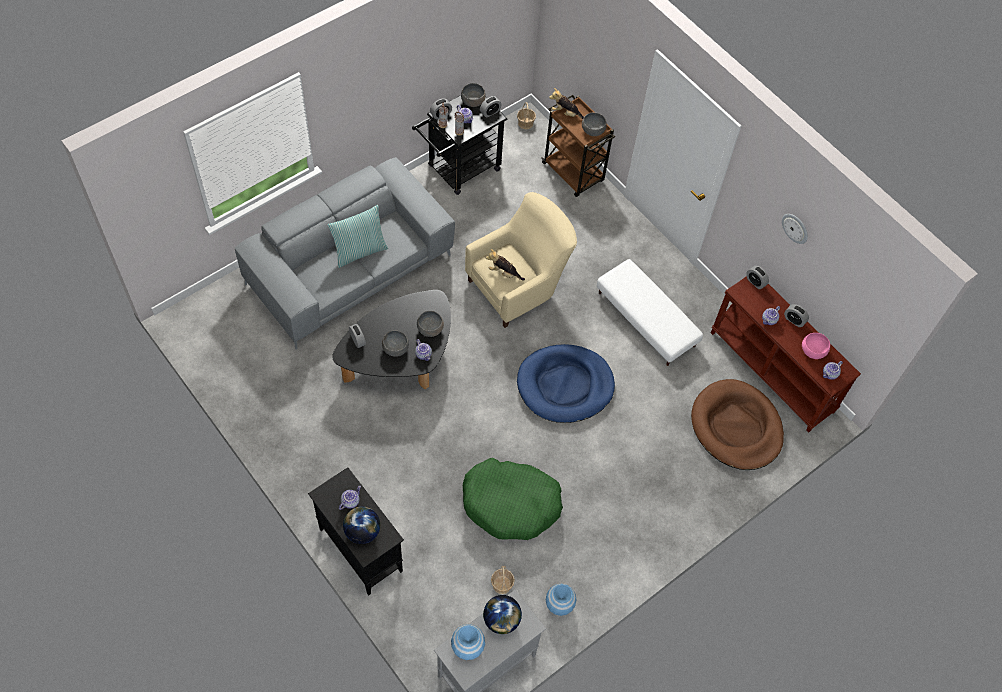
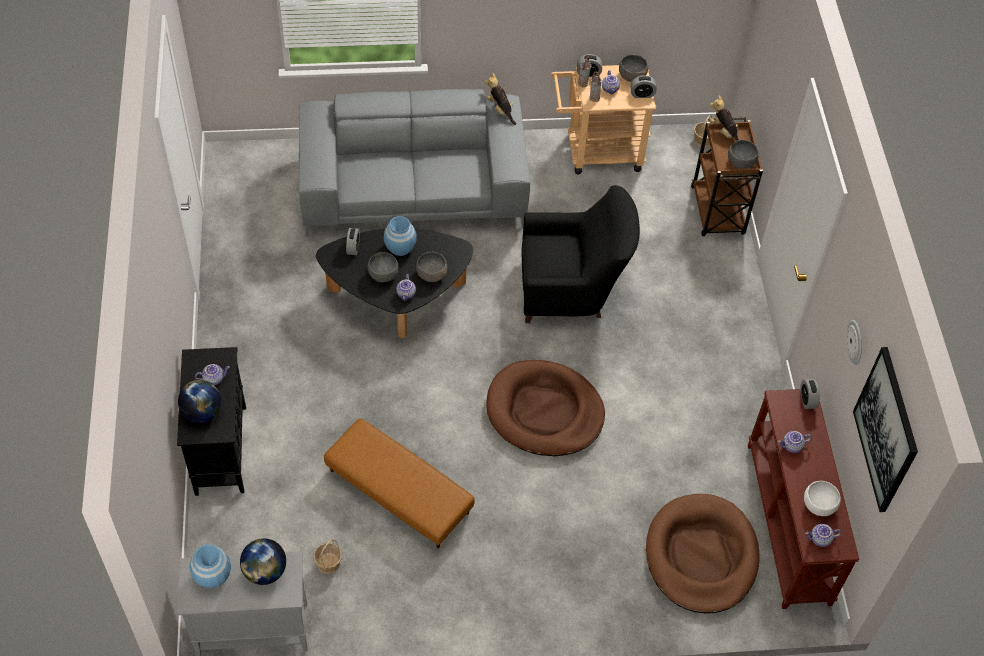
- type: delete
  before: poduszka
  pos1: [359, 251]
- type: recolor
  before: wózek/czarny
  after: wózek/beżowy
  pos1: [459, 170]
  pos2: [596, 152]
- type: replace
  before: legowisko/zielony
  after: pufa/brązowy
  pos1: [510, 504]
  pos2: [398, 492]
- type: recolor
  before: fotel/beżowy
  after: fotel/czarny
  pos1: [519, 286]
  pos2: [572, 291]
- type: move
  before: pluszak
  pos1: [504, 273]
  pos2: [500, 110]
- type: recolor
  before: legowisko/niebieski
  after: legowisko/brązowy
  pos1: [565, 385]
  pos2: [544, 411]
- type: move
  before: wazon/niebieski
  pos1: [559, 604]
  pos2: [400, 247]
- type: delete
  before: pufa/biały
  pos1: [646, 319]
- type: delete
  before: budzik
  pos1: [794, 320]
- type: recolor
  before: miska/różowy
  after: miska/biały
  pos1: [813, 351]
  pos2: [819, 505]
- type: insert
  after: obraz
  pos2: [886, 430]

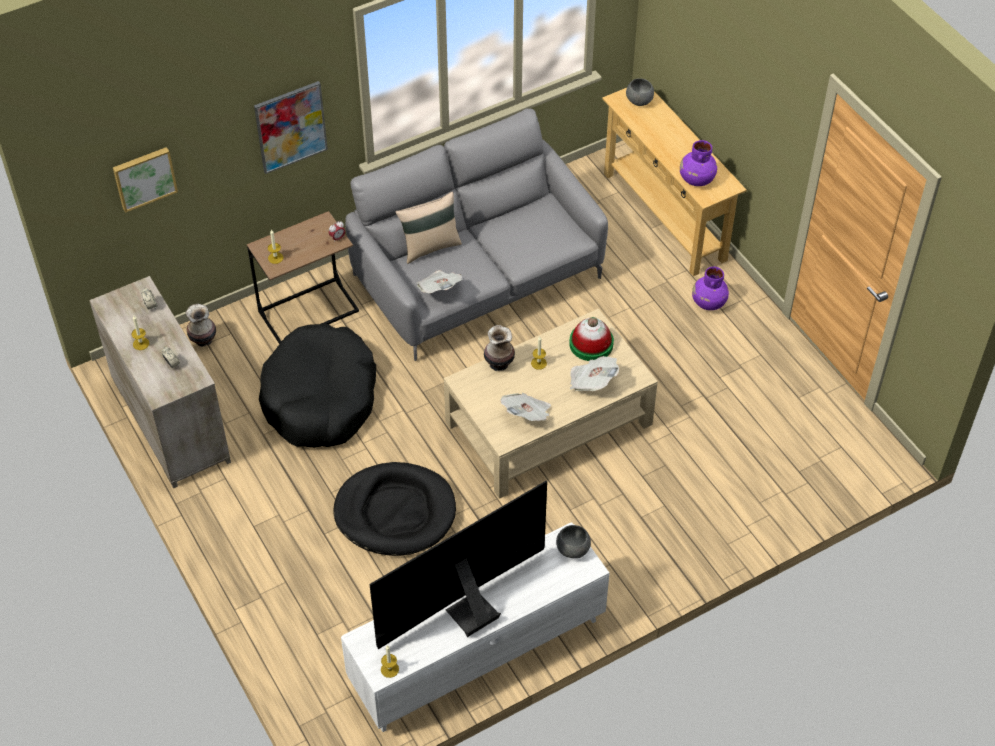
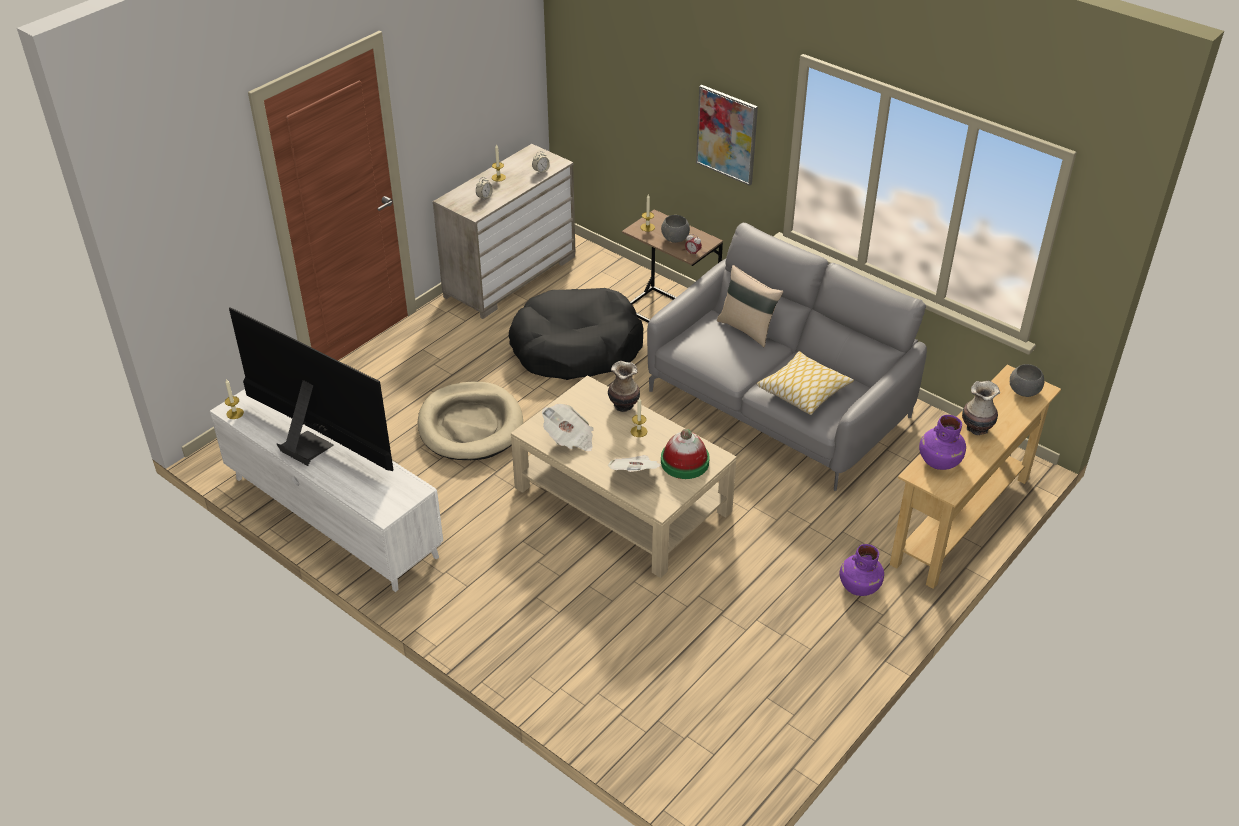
- type: delete
  before: obraz
  pos1: [144, 177]
- type: move
  before: wazon
  pos1: [204, 340]
  pos2: [977, 428]
- type: recolor
  before: legowisko/czarny
  after: legowisko/beżowy
  pos1: [395, 512]
  pos2: [470, 425]
- type: delete
  before: gazeta
  pos1: [439, 289]
- type: move
  before: miska/szary
  pos1: [572, 550]
  pos2: [674, 239]
- type: insert
  after: poduszka
  pos2: [803, 391]

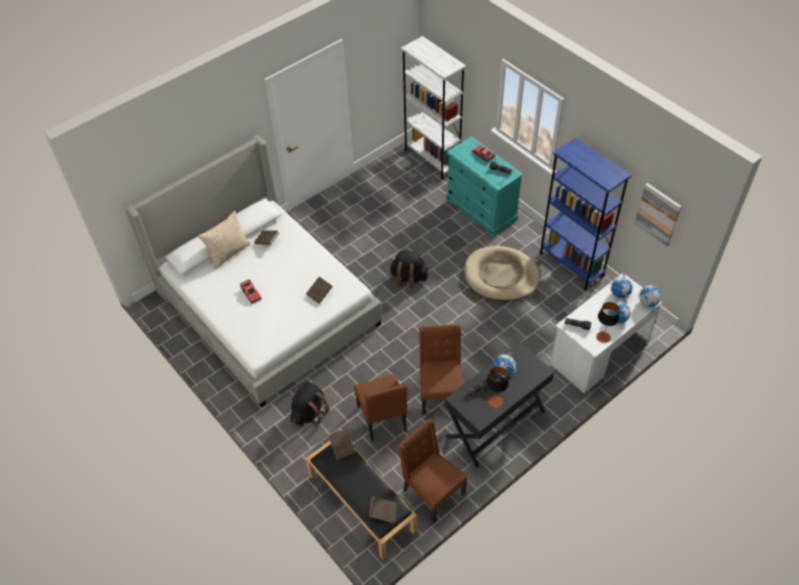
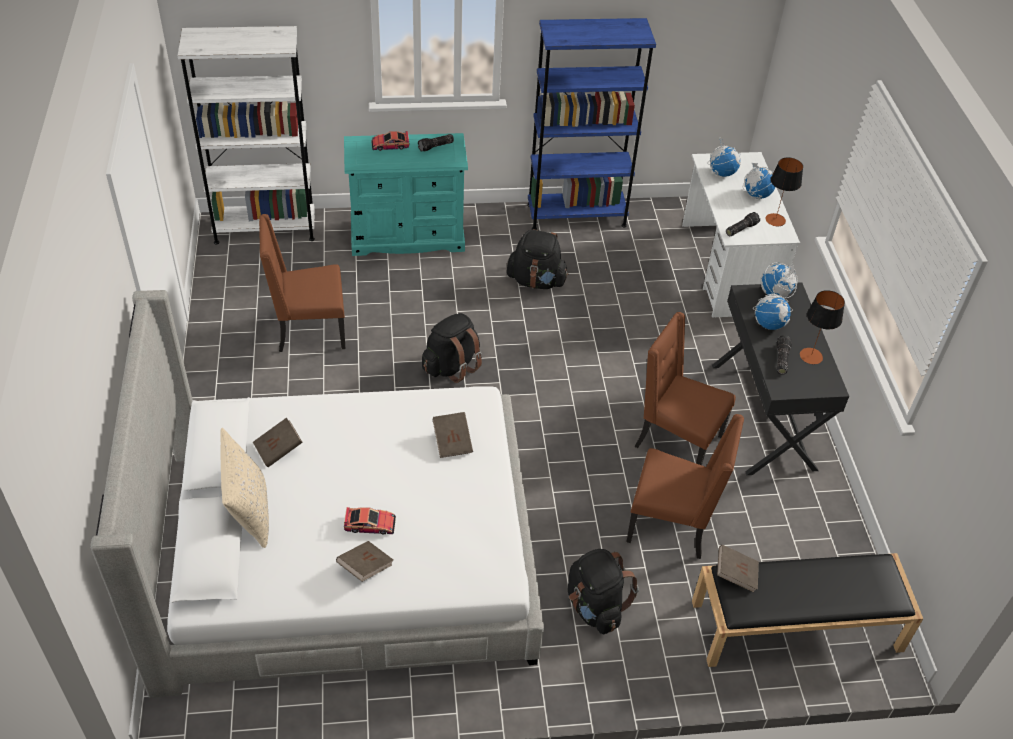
- type: move
  before: książka/brązowy
  pos1: [383, 512]
  pos2: [365, 567]
- type: move
  before: krzesło/brązowy
  pos1: [431, 492]
  pos2: [309, 331]
- type: replace
  before: legowisko/beżowy
  after: plecak/czarny
  pos1: [501, 276]
  pos2: [536, 281]
- type: delete
  before: obraz
  pos1: [658, 214]
- type: move
  before: globus
  pos1: [648, 303]
  pos2: [775, 294]

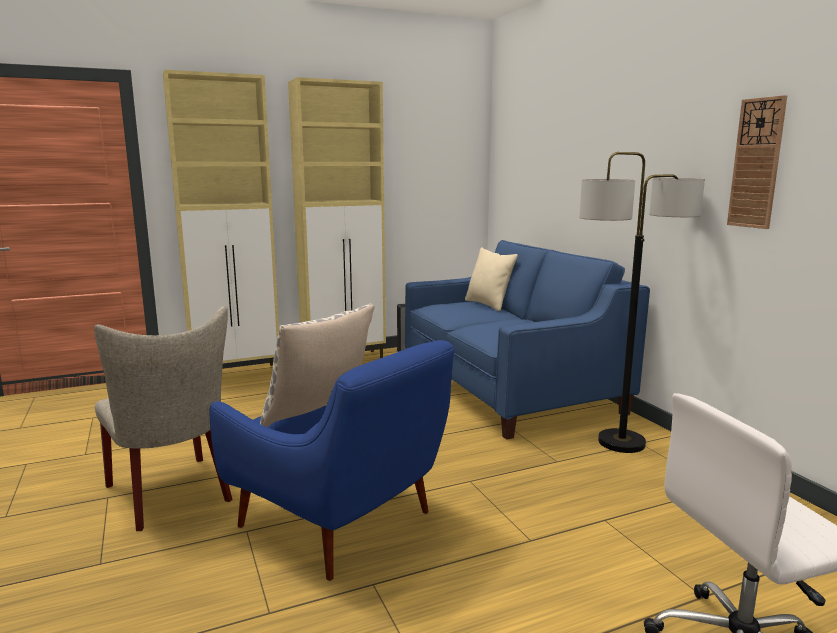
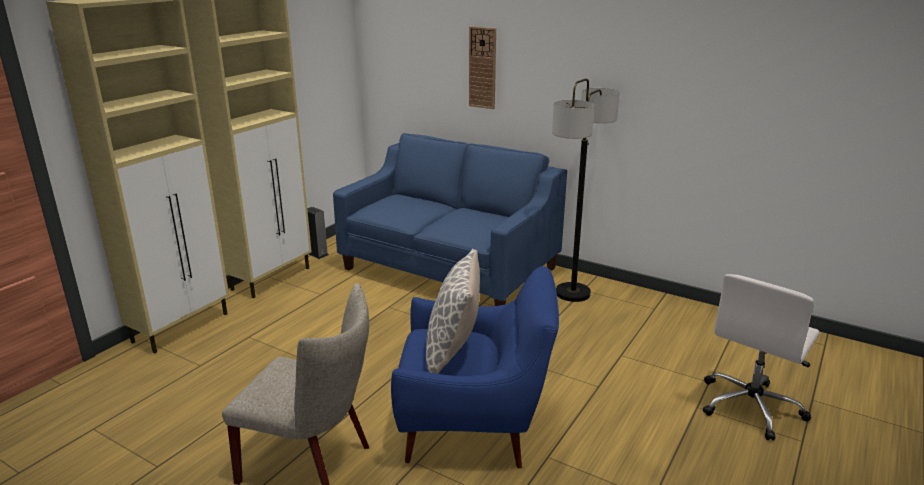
- type: delete
  before: poduszka/beżowy
  pos1: [488, 305]
- type: move
  before: zegar ścienny
  pos1: [756, 163]
  pos2: [482, 68]

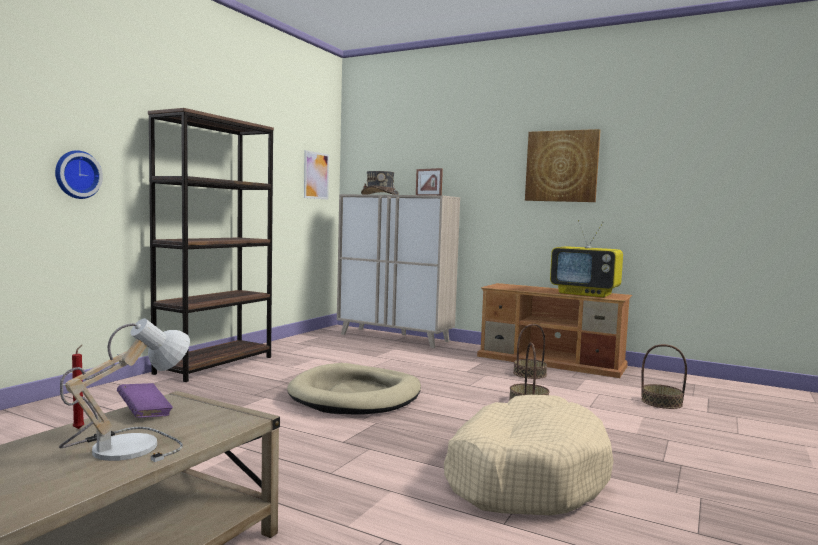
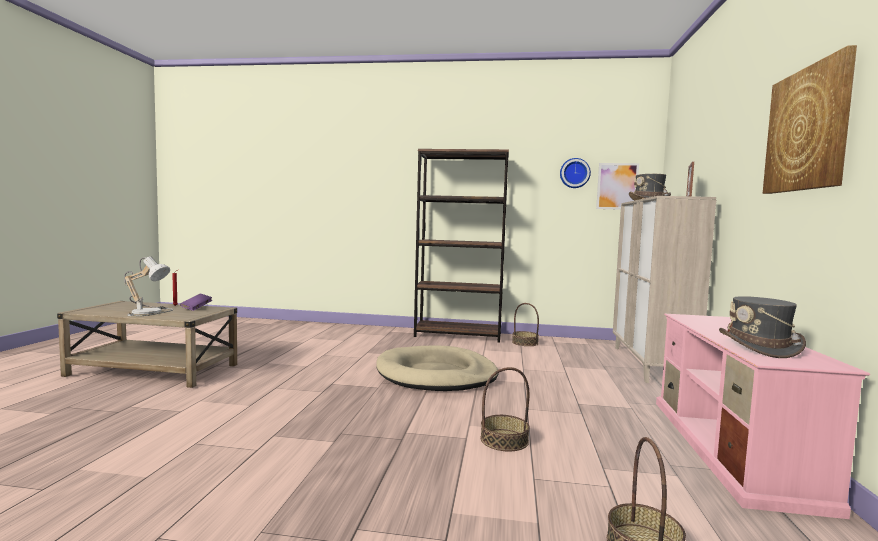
- type: move
  before: zegar ścienny
  pos1: [76, 174]
  pos2: [574, 173]
- type: delete
  before: legowisko/beżowy
  pos1: [524, 475]
- type: recolor
  before: szafka pod telewizor/brązowy
  after: szafka pod telewizor/różowy
  pos1: [552, 361]
  pos2: [732, 448]
- type: move
  before: koszyk
  pos1: [529, 374]
  pos2: [525, 343]
- type: replace
  before: telewizor
  after: kapelusz/szary
  pos1: [585, 294]
  pos2: [759, 347]

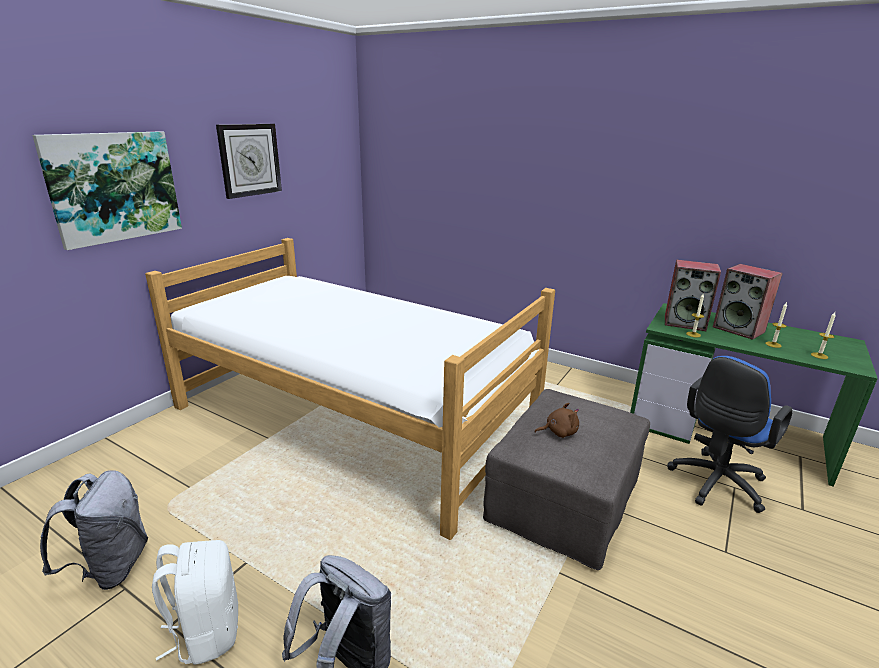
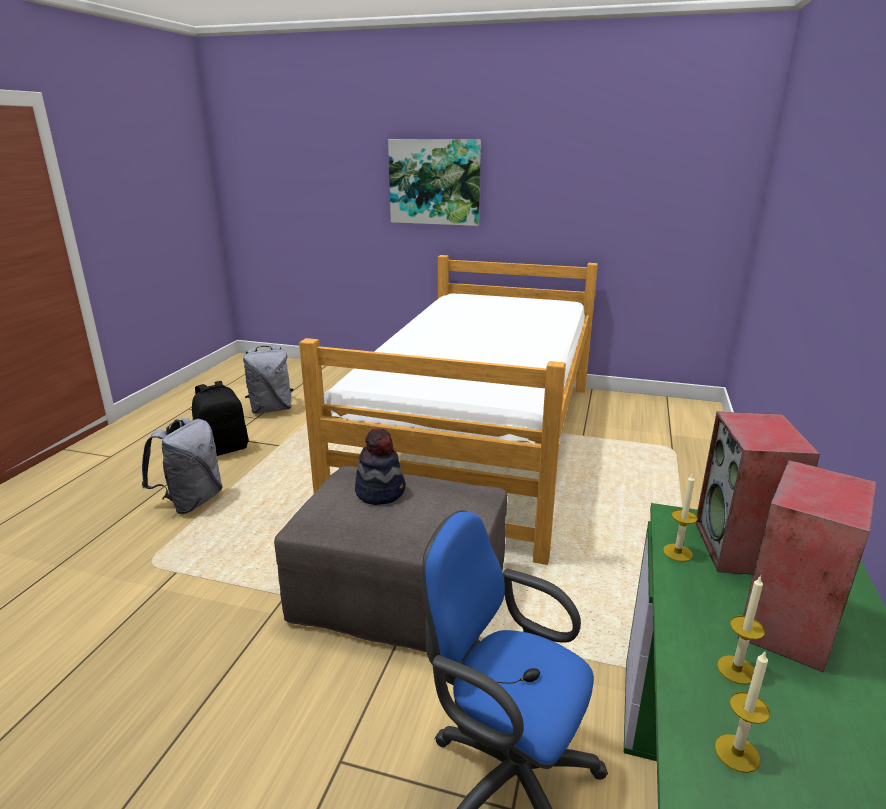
- type: recolor
  before: plecak/biały
  after: plecak/czarny
  pos1: [207, 631]
  pos2: [223, 449]
- type: delete
  before: zegar ścienny
  pos1: [249, 160]
- type: replace
  before: pluszak/brązowy
  after: kapelusz
  pos1: [558, 432]
  pos2: [380, 491]

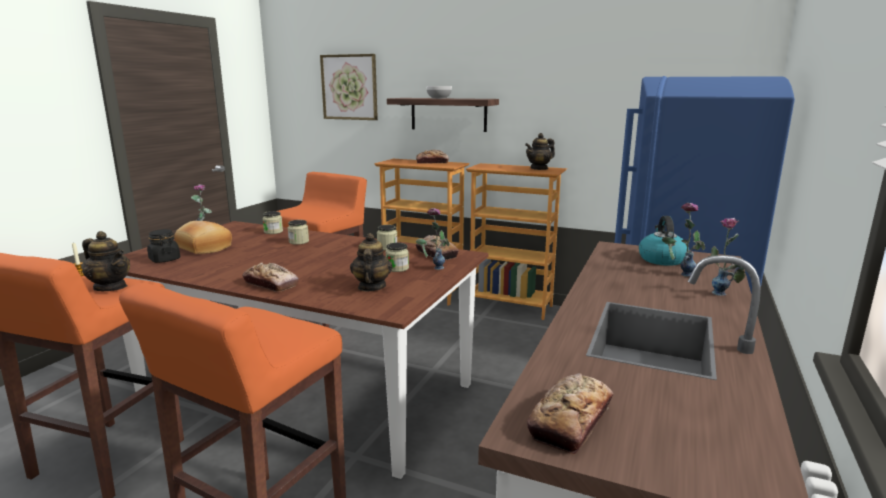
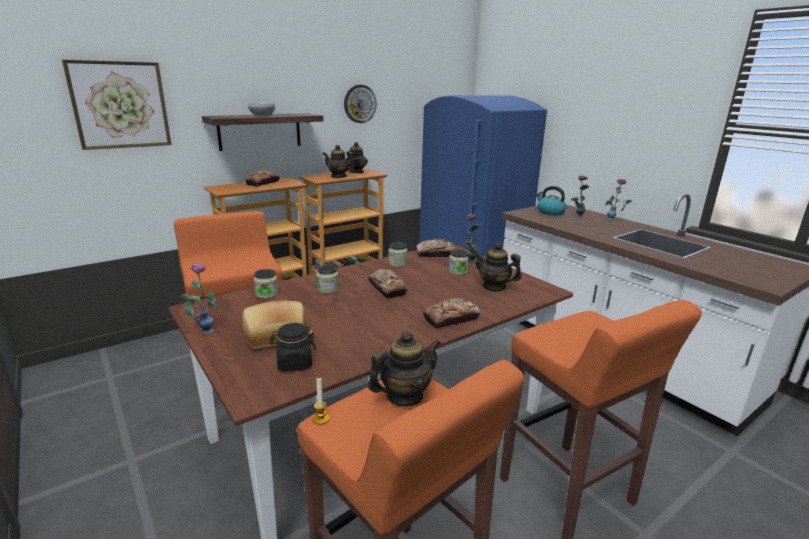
- type: move
  before: chleb
  pos1: [570, 421]
  pos2: [387, 289]
- type: insert
  after: imbryk
  pos2: [338, 176]
- type: insert
  after: zegar ścienny
  pos2: [359, 104]

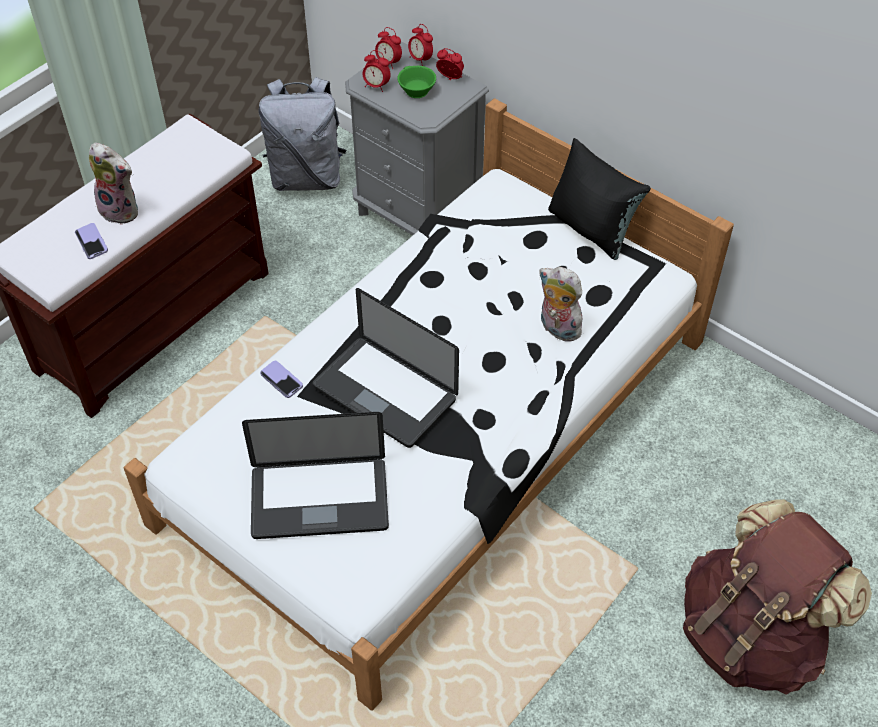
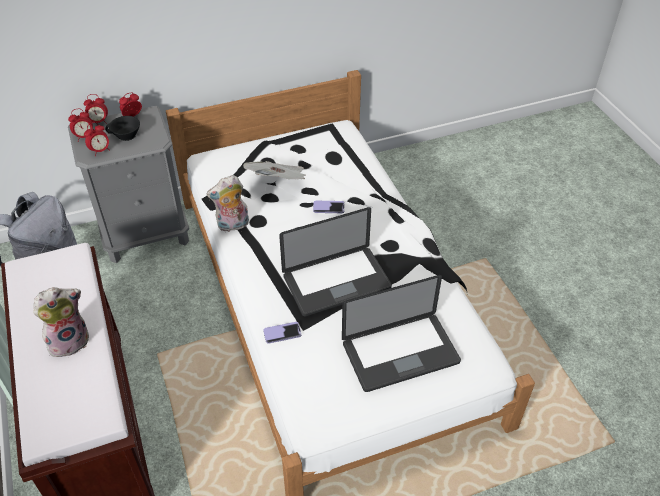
- type: move
  before: telefon
  pos1: [91, 242]
  pos2: [328, 208]
- type: rotate
  before: laptop
  pos1: [319, 500]
  pos2: [400, 353]
  turn: 45
- type: recolor
  before: filiżanka/zielony
  after: filiżanka/czarny
  pos1: [415, 90]
  pos2: [125, 136]
- type: move
  before: pluszak
  pos1: [557, 329]
  pos2: [232, 225]
- type: delete
  before: poduszka/czarny
  pos1: [591, 229]
- type: delete
  before: plecak/brązowy
  pos1: [751, 635]
- type: insert
  after: gazeta
  pos2: [278, 182]

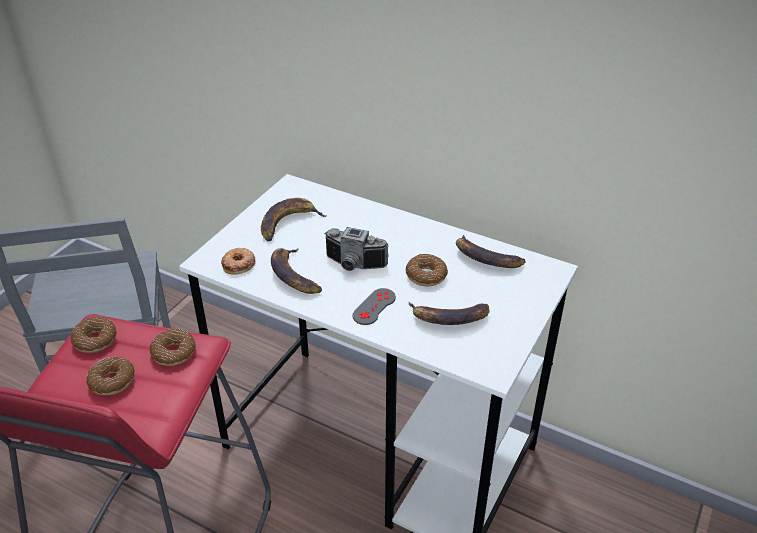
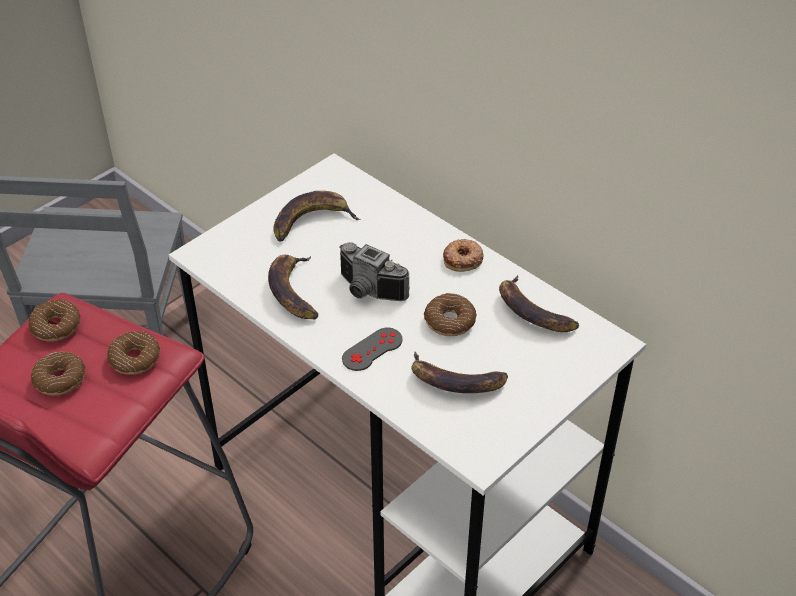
- type: move
  before: donut
  pos1: [239, 264]
  pos2: [463, 259]

